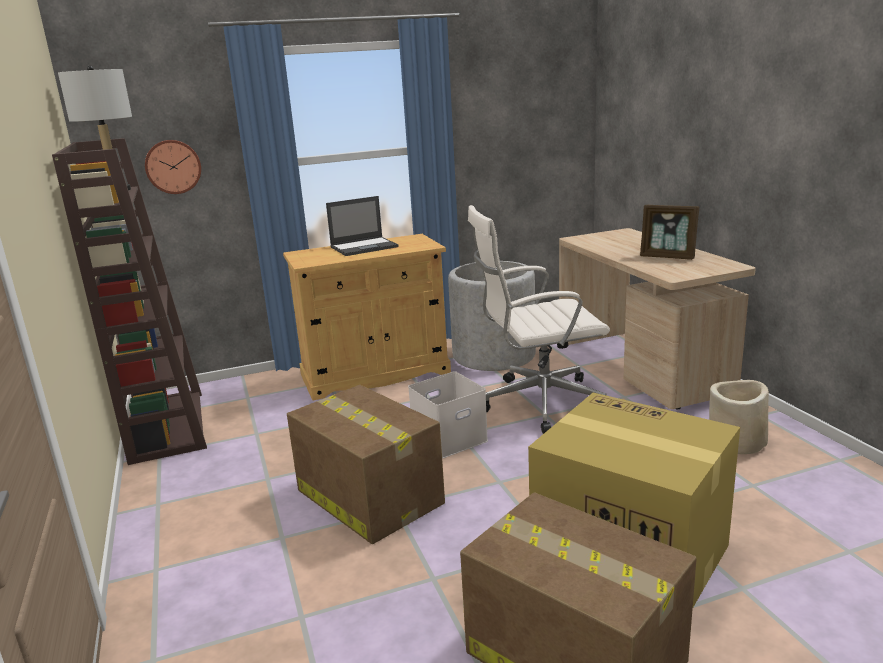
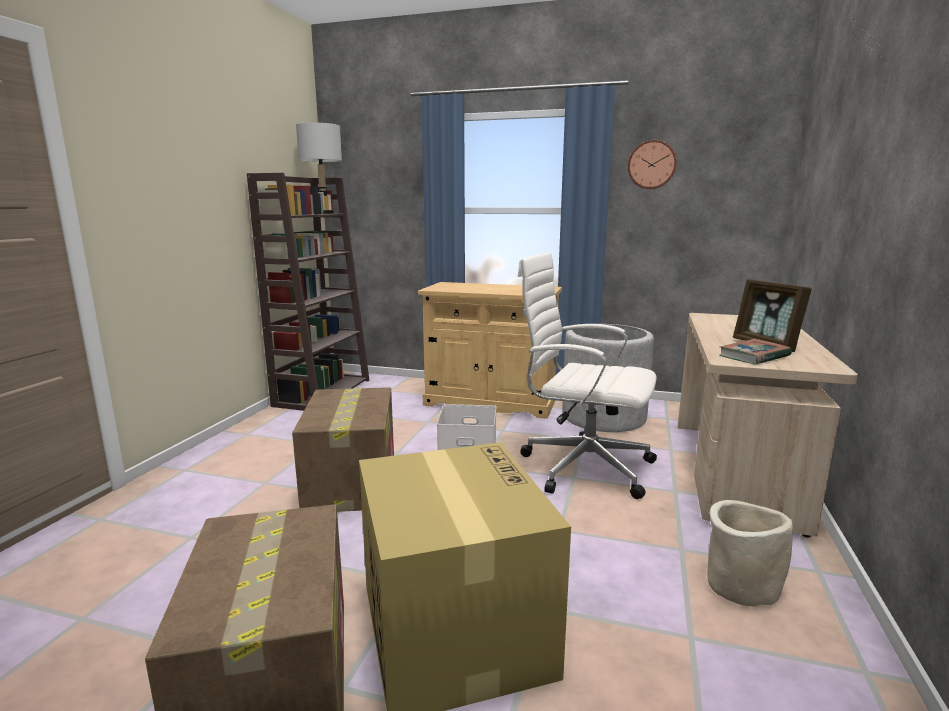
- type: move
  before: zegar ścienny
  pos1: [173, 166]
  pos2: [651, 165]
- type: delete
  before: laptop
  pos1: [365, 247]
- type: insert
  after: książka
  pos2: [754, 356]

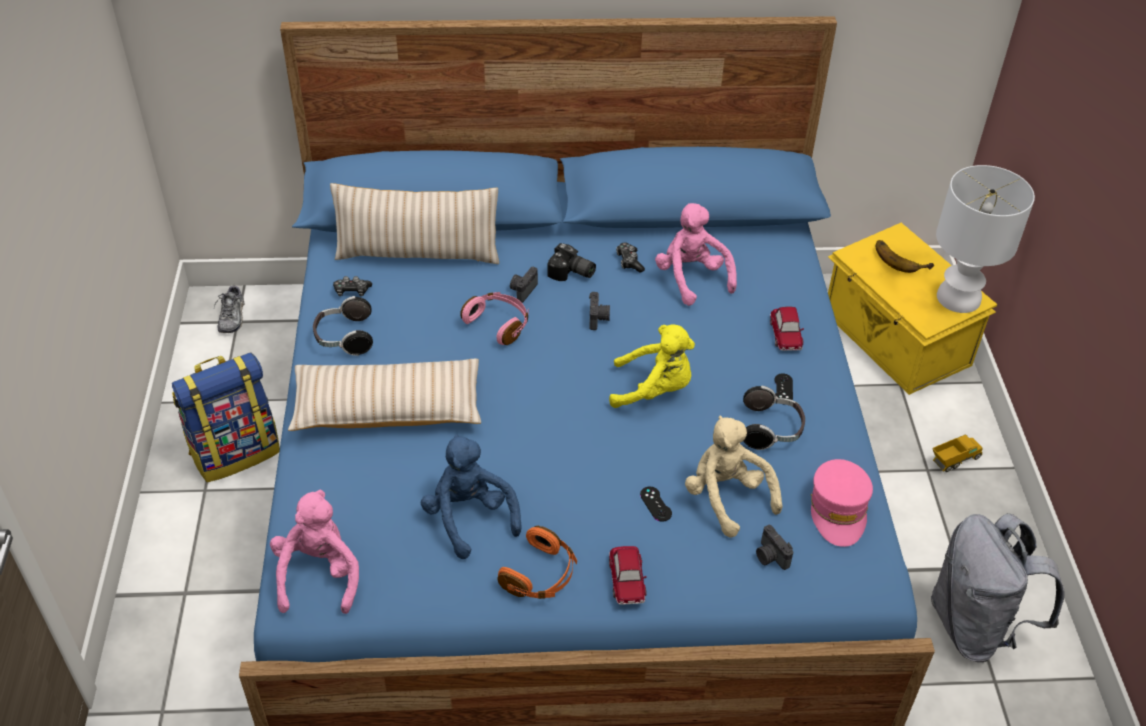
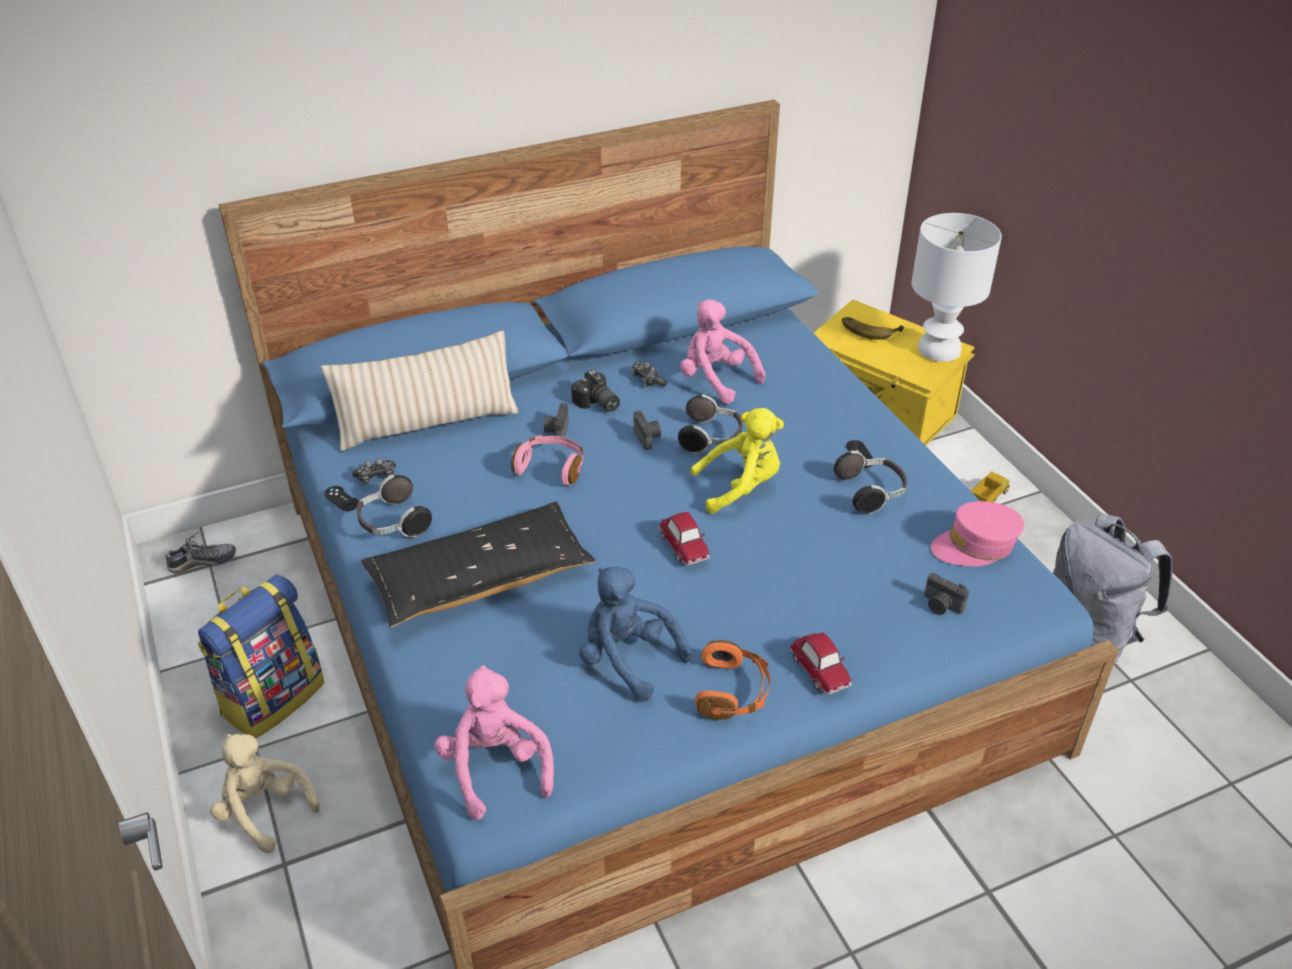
- type: rotate
  before: but
  pos1: [232, 317]
  pos2: [202, 562]
  turn: -90
- type: recolor
  before: poduszka/beżowy
  after: poduszka/czarny
  pos1: [388, 409]
  pos2: [480, 579]
- type: rotate
  before: aparat fotograficzny
  pos1: [571, 273]
  pos2: [596, 404]
  turn: 45
- type: move
  before: pad do gier/czarny
  pos1: [655, 504]
  pos2: [341, 499]
- type: move
  before: pluszak/beżowy
  pos1: [726, 497]
  pos2: [264, 810]
- type: move
  before: samochodzik
  pos1: [786, 334]
  pos2: [684, 545]
- type: rotate
  before: czapka z daszkiem/różowy
  pos1: [838, 510]
  pos2: [975, 545]
  turn: 90
- type: insert
  after: słuchawki
  pos2: [711, 438]

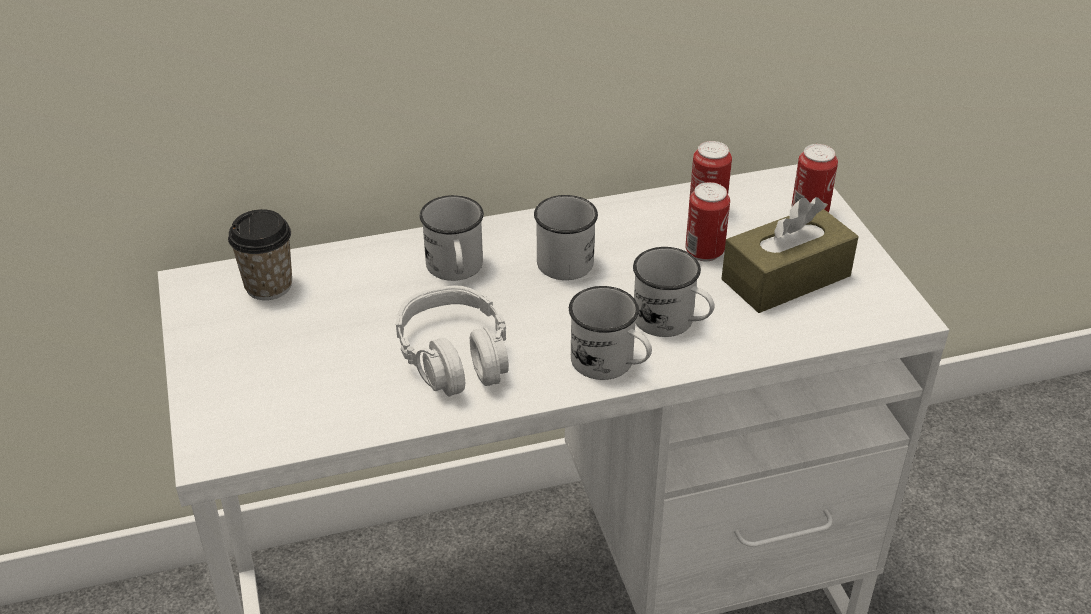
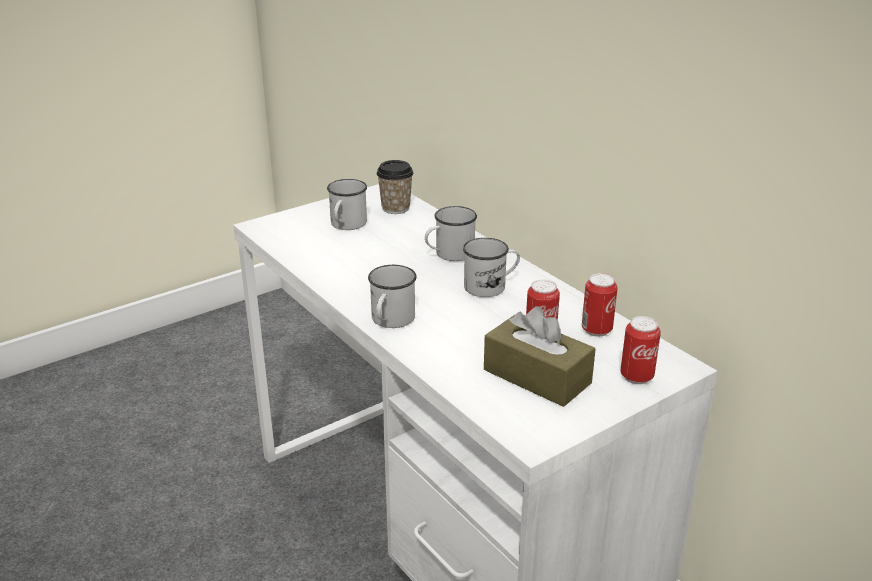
- type: delete
  before: słuchawki/szary
  pos1: [455, 357]
- type: move
  before: kubek/biały
  pos1: [672, 322]
  pos2: [346, 225]

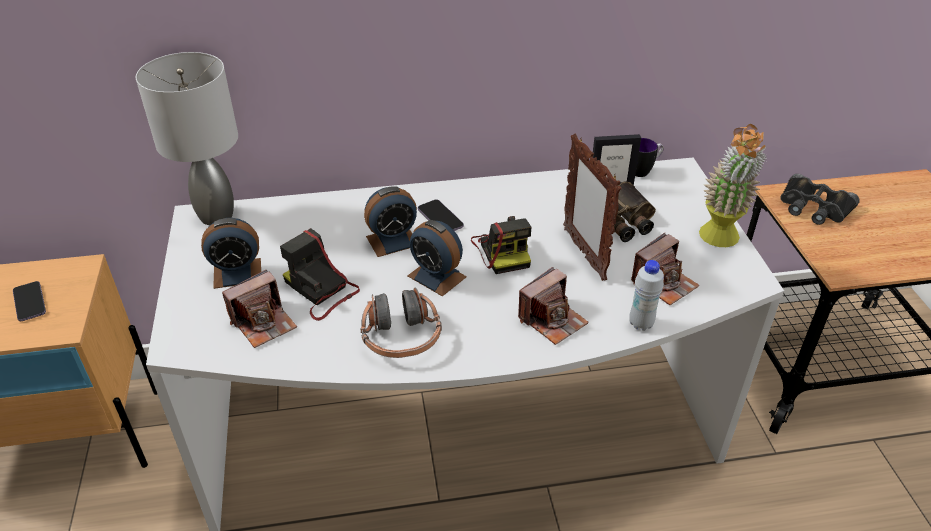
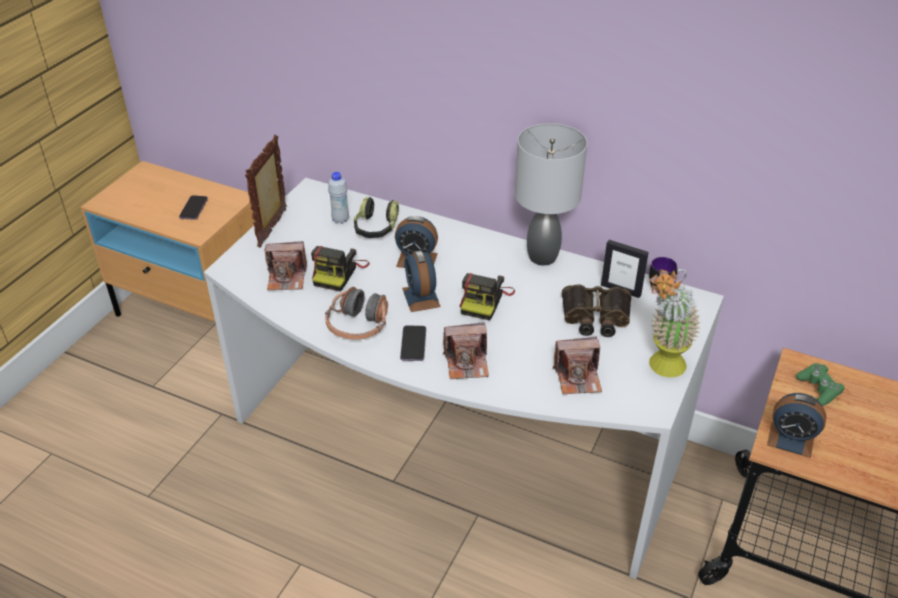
- type: move
  before: lampa stołowa/szary
  pos1: [217, 215]
  pos2: [543, 257]
- type: move
  before: budzik
  pos1: [237, 273]
  pos2: [790, 439]
- type: rotate
  before: aparat fotograficzny
  pos1: [321, 290]
  pos2: [339, 273]
  turn: -150
- type: move
  before: telefon
  pos1: [440, 218]
  pos2: [413, 344]
- type: move
  before: ramka na zdjęcie
  pos1: [584, 254]
  pos2: [273, 228]
- type: move
  before: butelka/biały
  pos1: [641, 323]
  pos2: [340, 220]
- type: replace
  before: lornetka/czarny
  after: pad do gier/zielony
  pos1: [813, 207]
  pos2: [818, 389]
- type: insert
  after: słuchawki
  pos2: [376, 228]

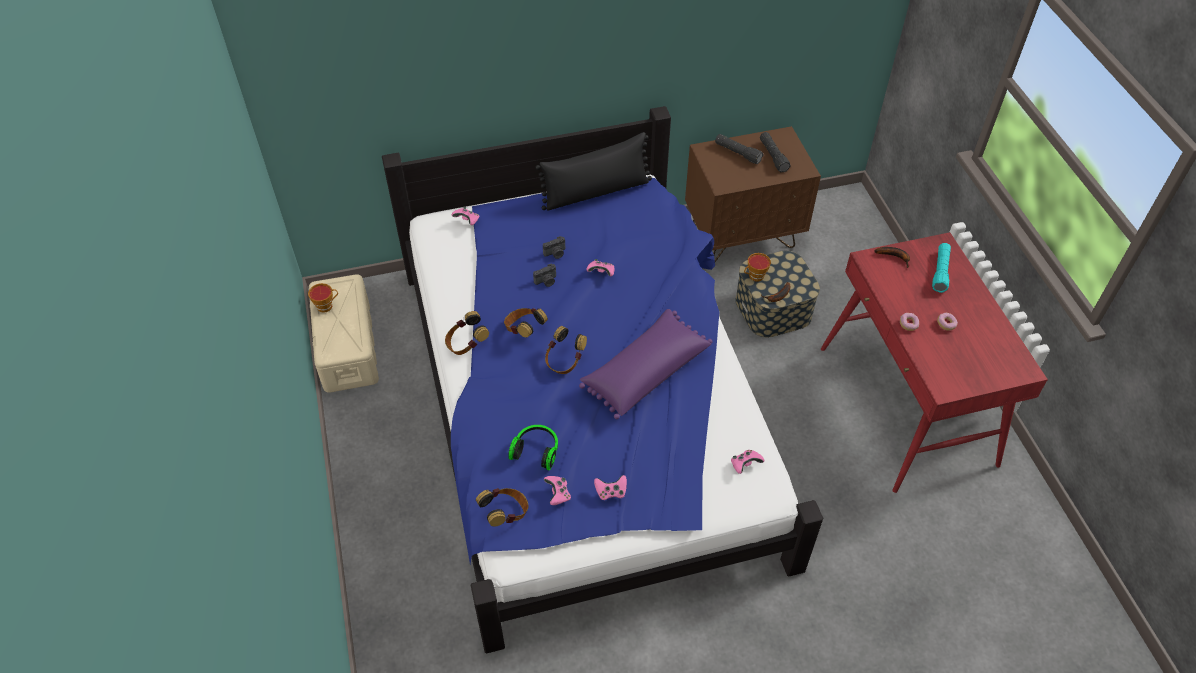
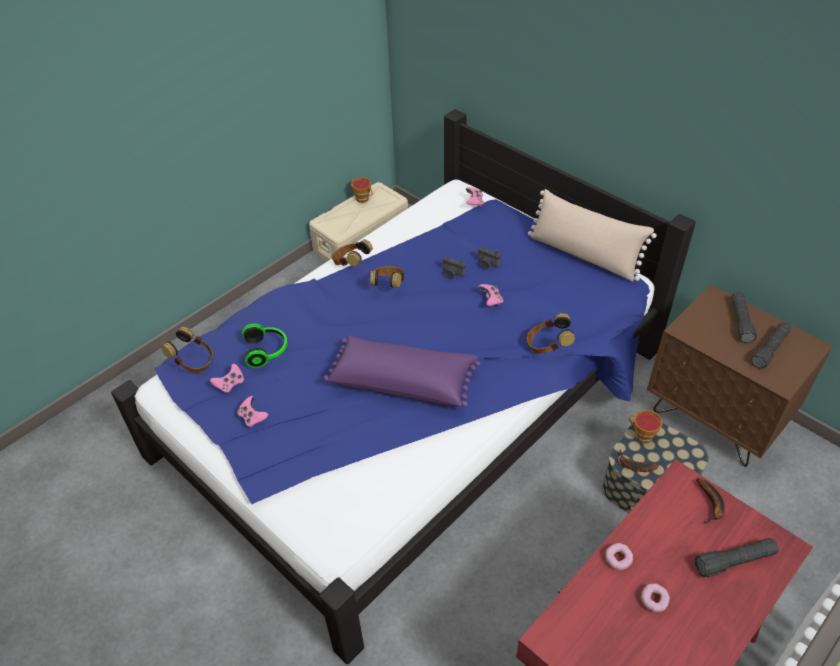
- type: recolor
  before: poduszka/czarny
  after: poduszka/beżowy
  pos1: [596, 192]
  pos2: [584, 255]
- type: move
  before: słuchawki
  pos1: [564, 361]
  pos2: [547, 346]
- type: delete
  before: pad do gier/różowy
  pos1: [745, 465]
- type: recolor
  before: latarka/turkusowy
  after: latarka/czarny
  pos1: [940, 272]
  pos2: [734, 561]

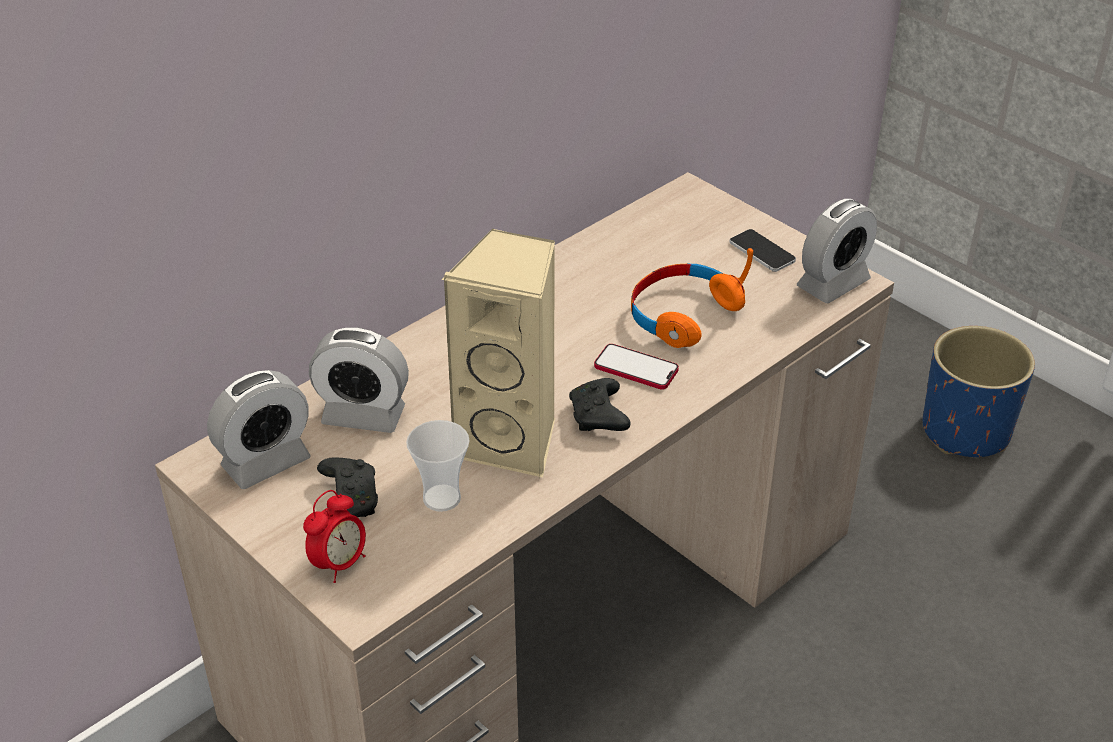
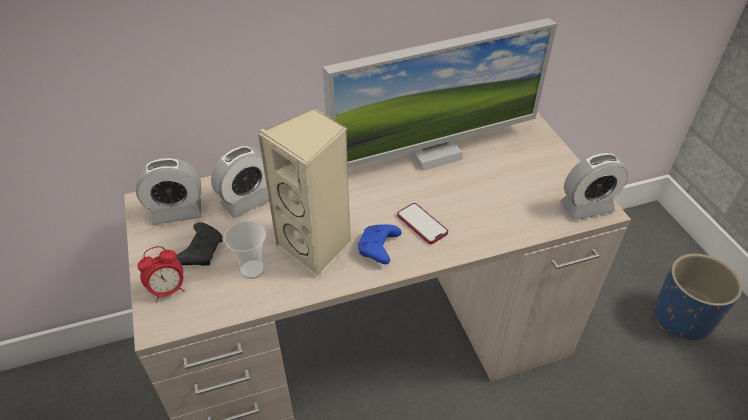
- type: rotate
  before: budzik
  pos1: [363, 415]
  pos2: [247, 201]
  turn: -75
- type: recolor
  before: pad do gier/czarny
  after: pad do gier/niebieski
  pos1: [599, 417]
  pos2: [378, 249]
- type: delete
  before: słuchawki/pomarańczowy
  pos1: [682, 315]
- type: delete
  before: telefon
  pos1: [762, 251]
- type: insert
  after: monitor
  pos2: [434, 153]

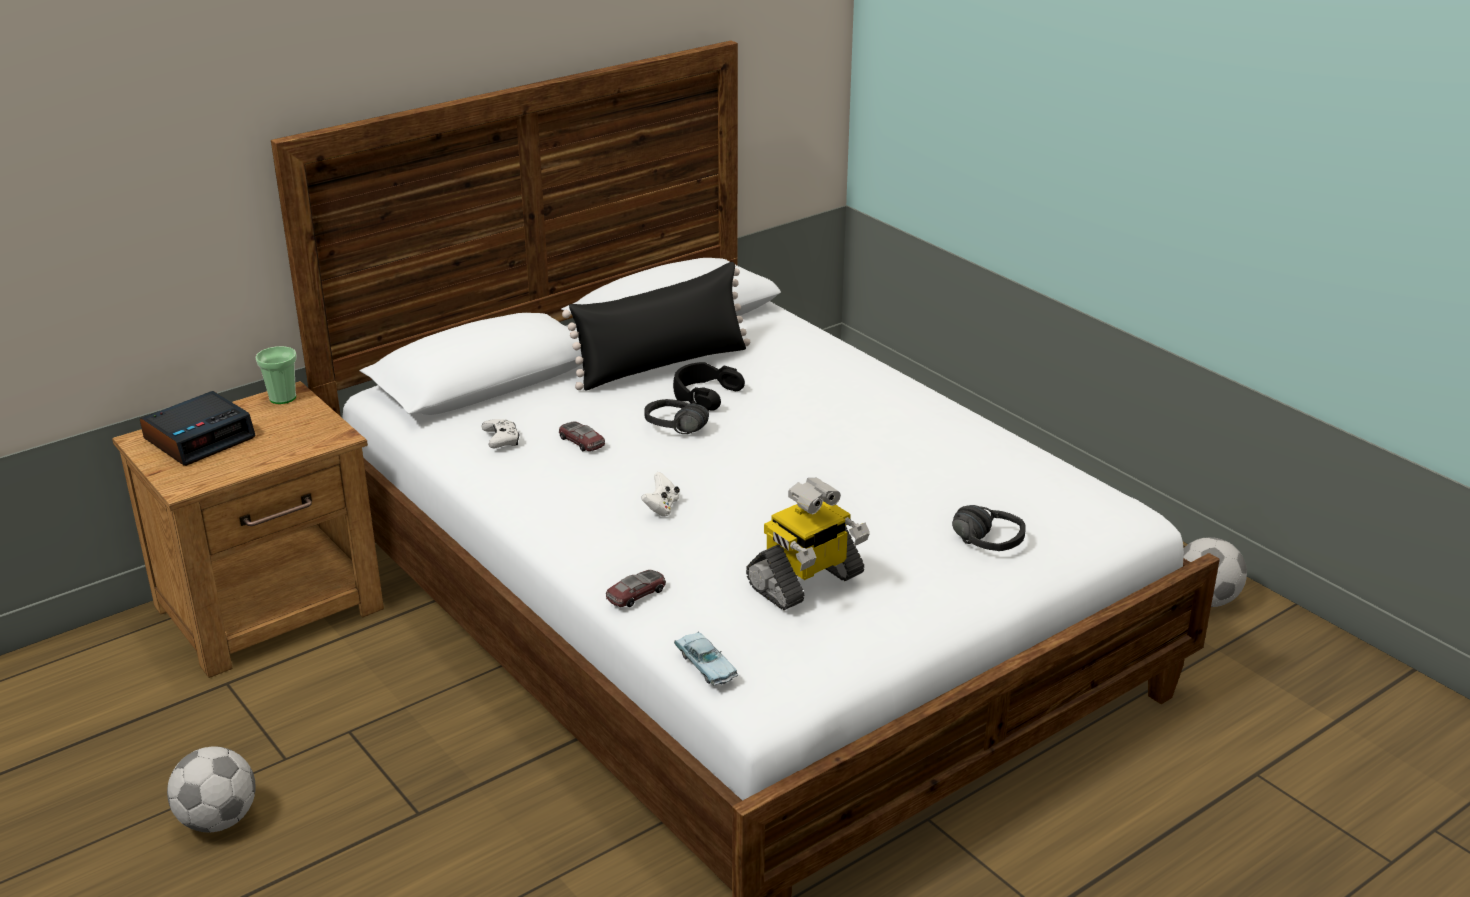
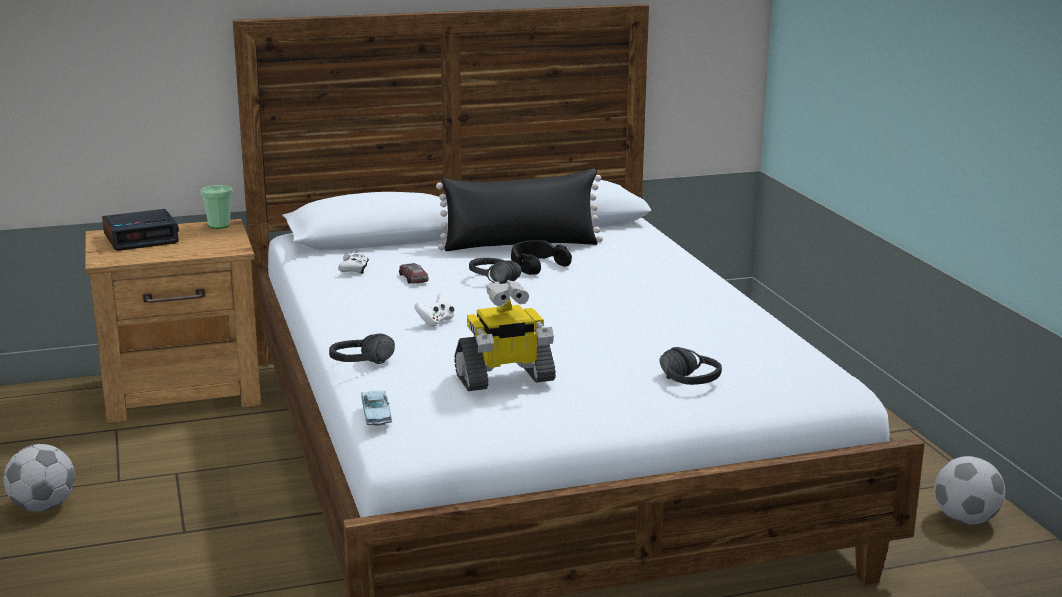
- type: replace
  before: samochodzik
  after: słuchawki/czarny
  pos1: [636, 594]
  pos2: [365, 366]

